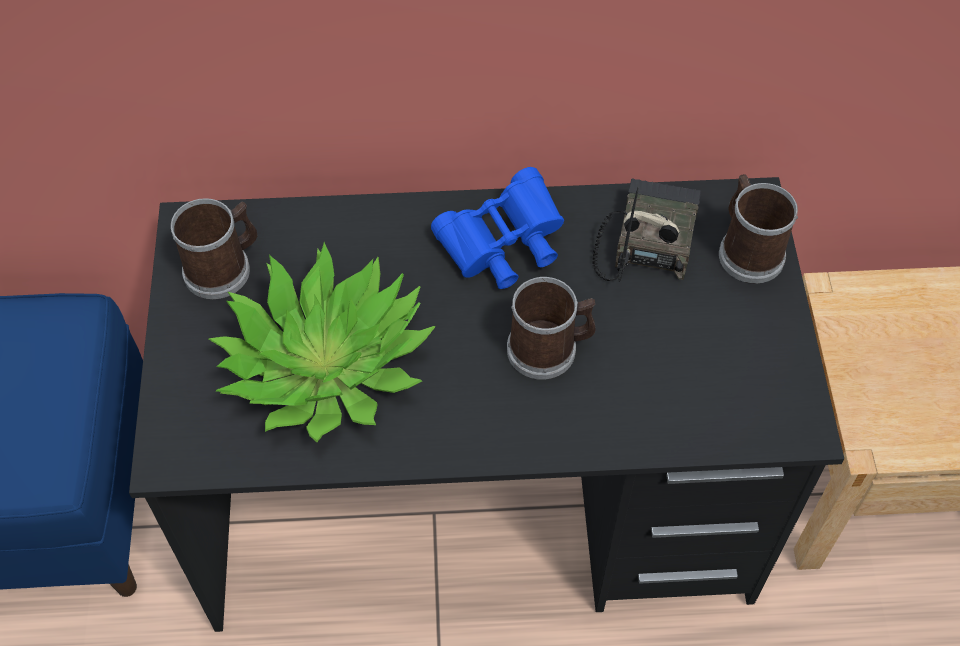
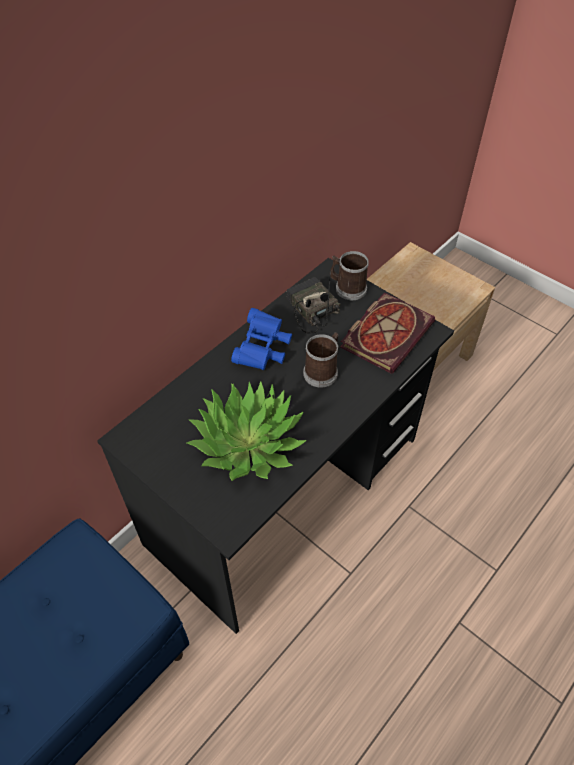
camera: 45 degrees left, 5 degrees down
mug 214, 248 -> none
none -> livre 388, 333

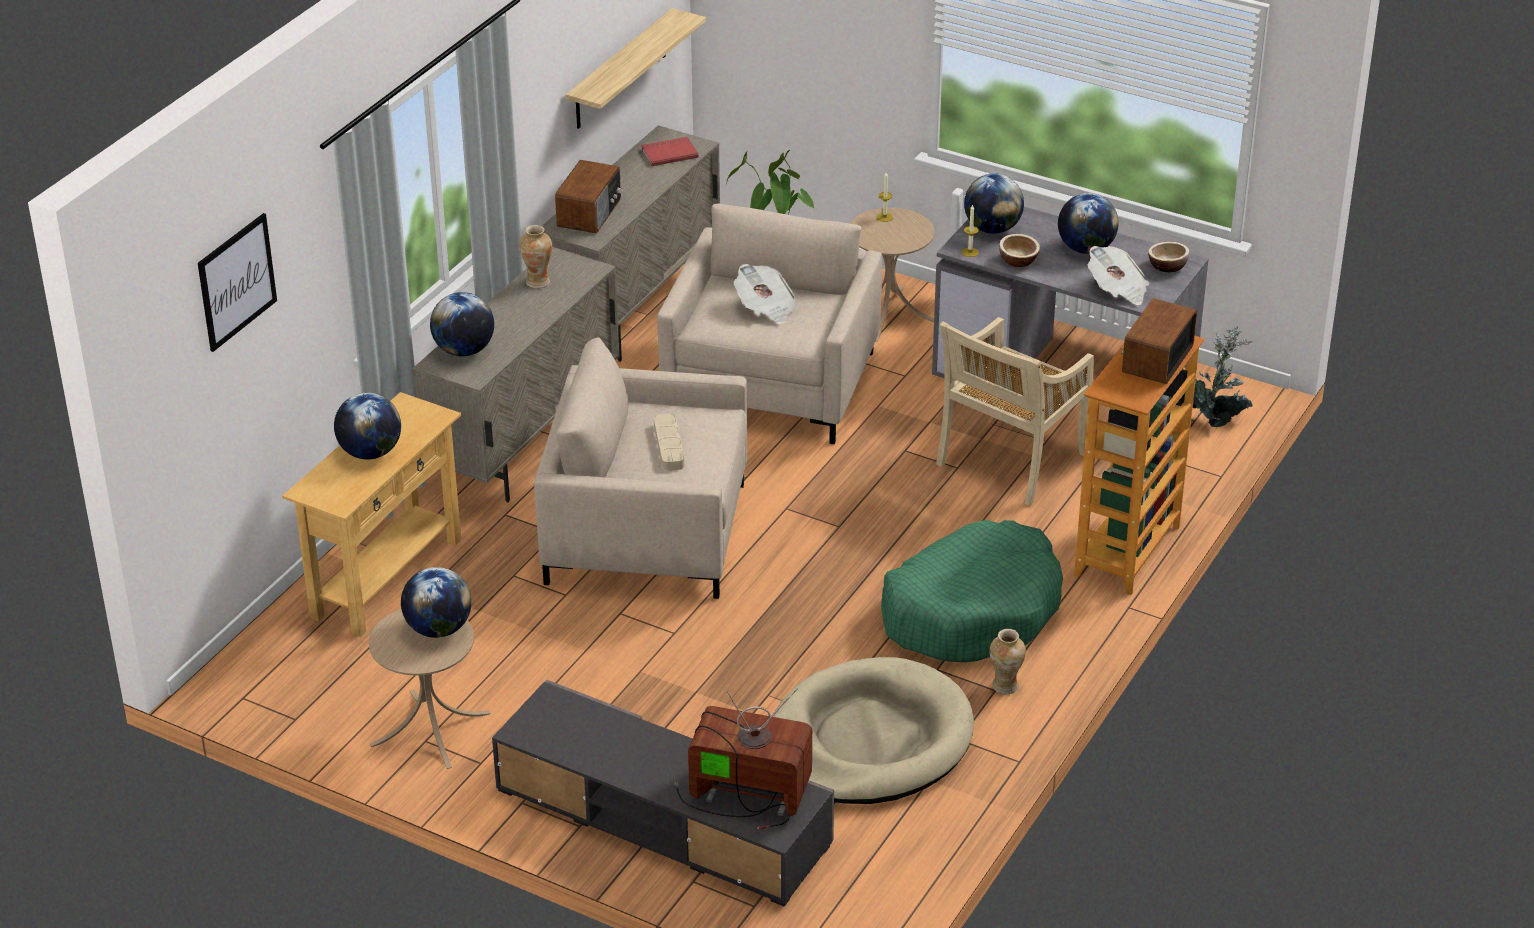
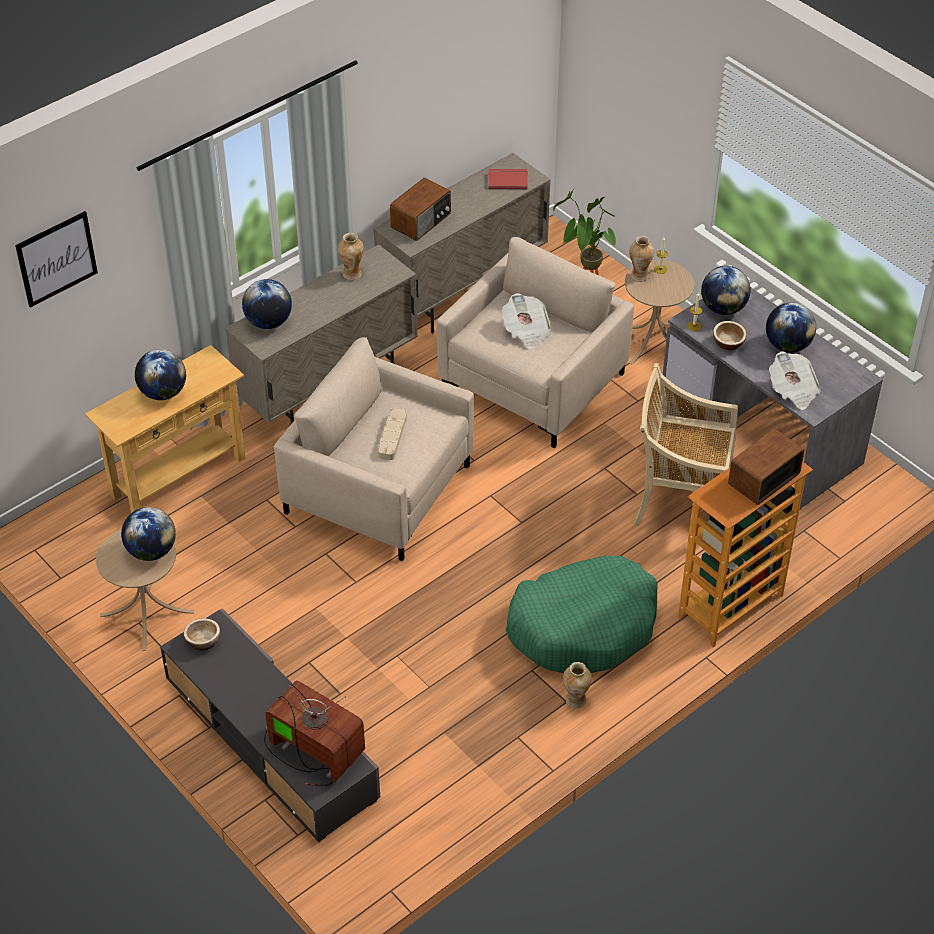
camera: 20 degrees right, 10 degrees up
étagère 636, 68 -> none
bol 1168, 257 -> bol 201, 634, move
chaise/beige 1015, 411 -> chaise/beige 686, 444, 45 degrees clockwise
plante en pot 1223, 376 -> none
panier pour chien/beige 873, 730 -> none
none -> vase 641, 259

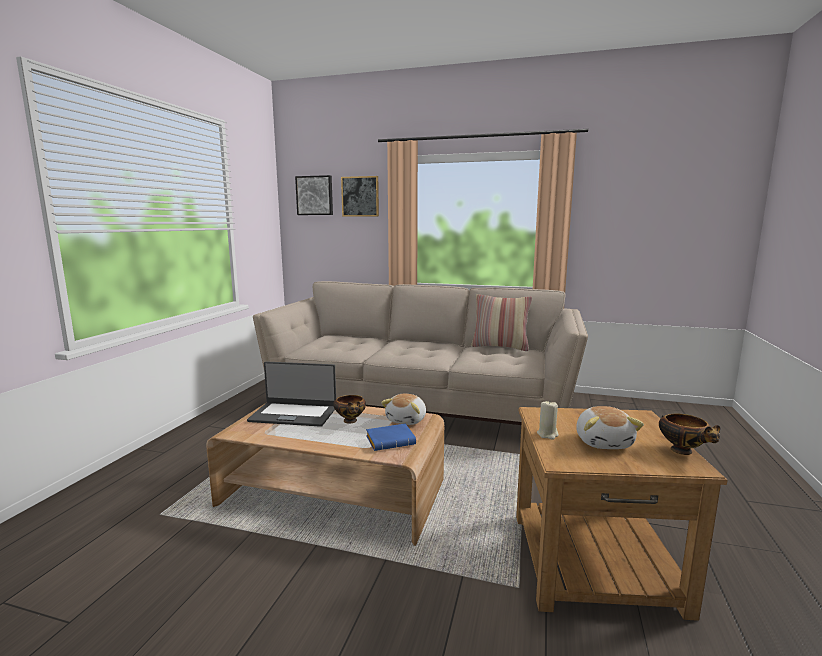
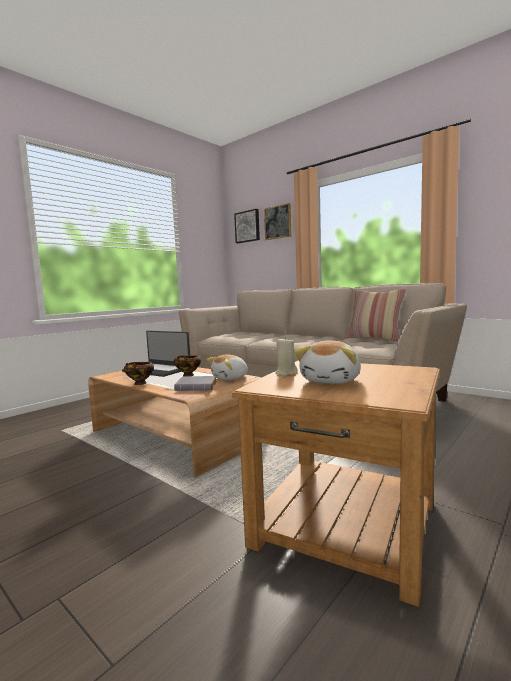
camera: 25 degrees right, 5 degrees down
bol 689, 434 -> bol 139, 373, move
livre/bleu 391, 437 -> livre/gris 195, 383

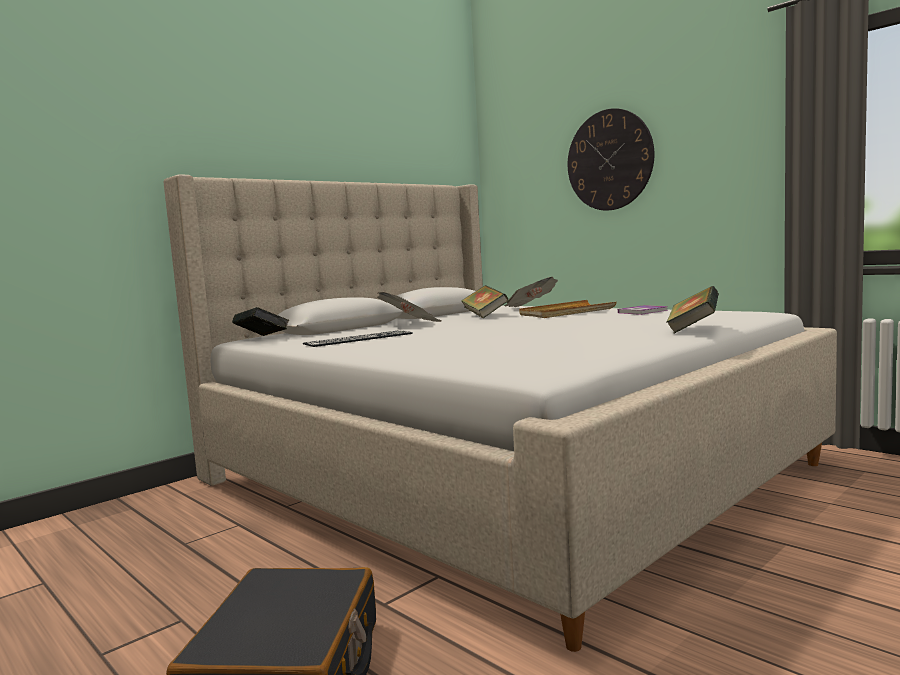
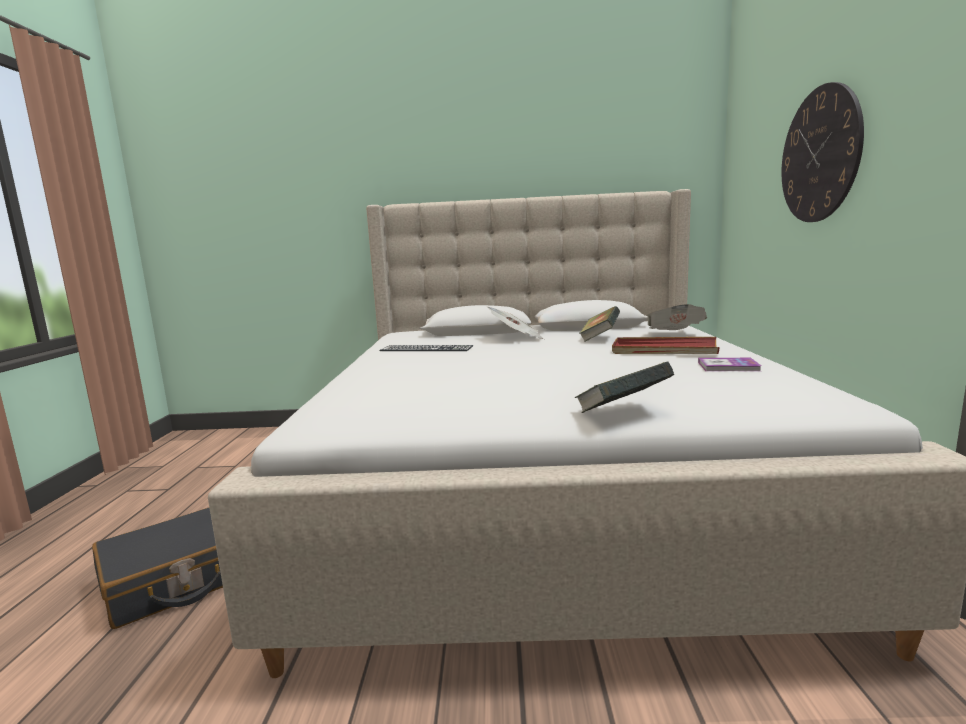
camera: 45 degrees right, 5 degrees up
plateau/beige 568, 309 -> plateau/rouge 665, 345
livre 261, 321 -> none

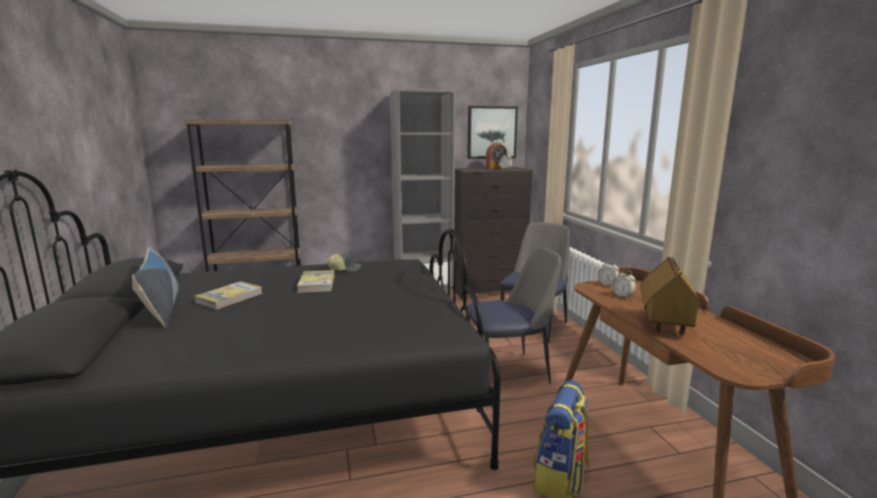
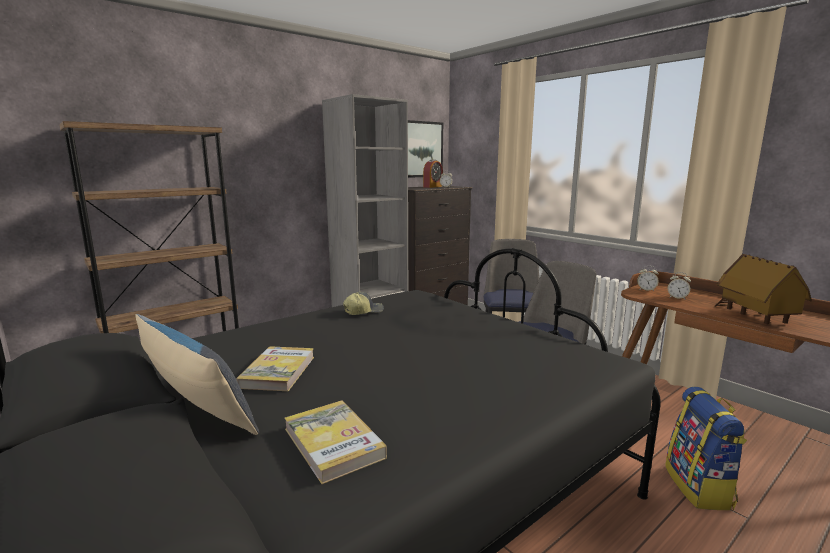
camera: 25 degrees left, 0 degrees up
livre 316, 281 -> livre 335, 442, move

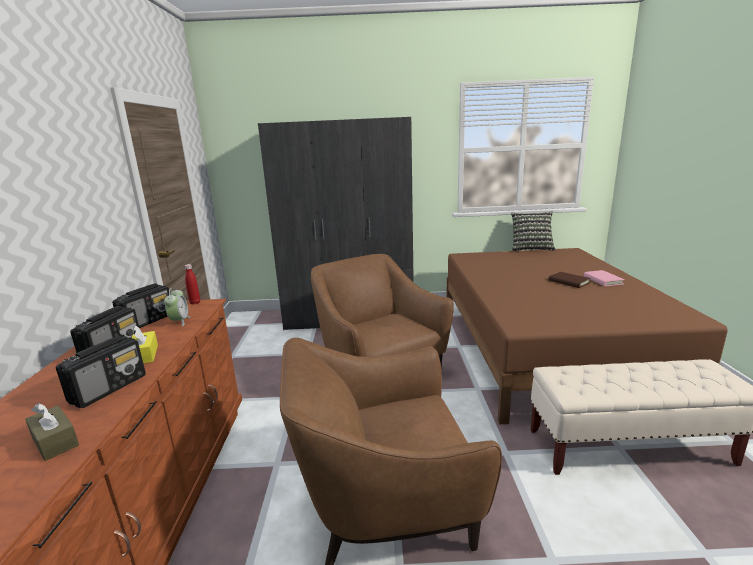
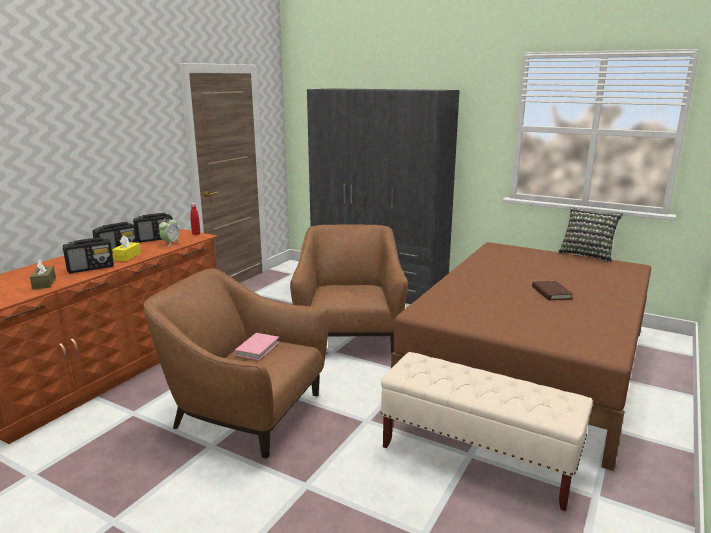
camera: 30 degrees right, 0 degrees up
livre/rose 604, 278 -> livre/rose 256, 346, move

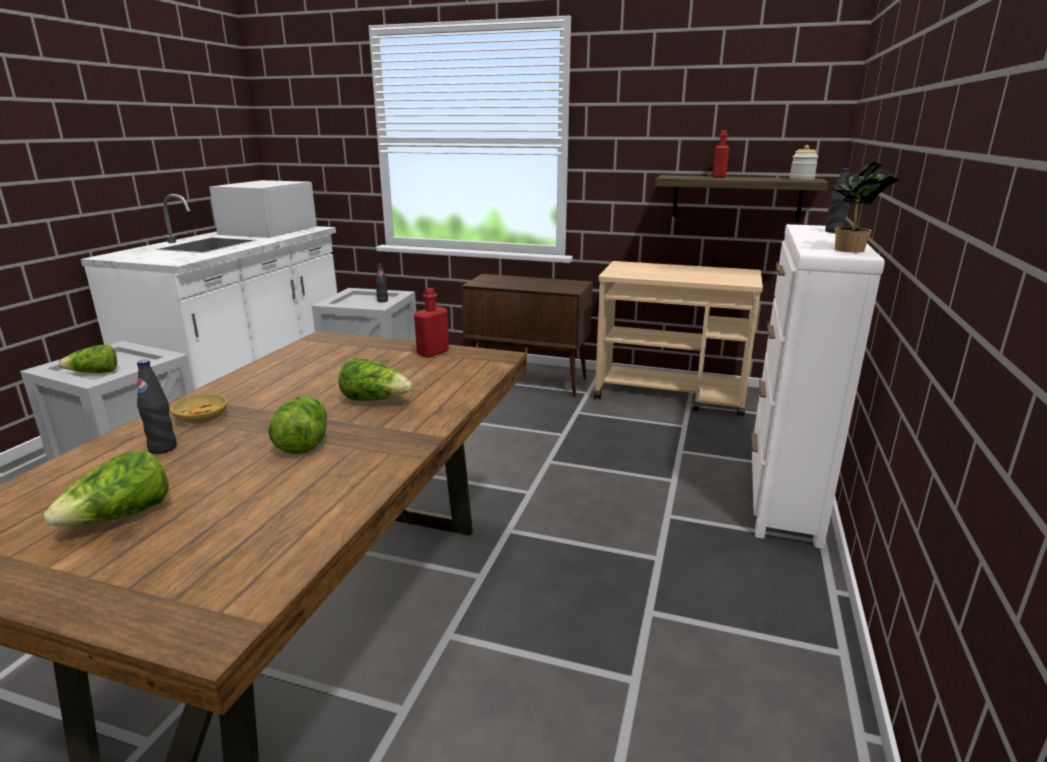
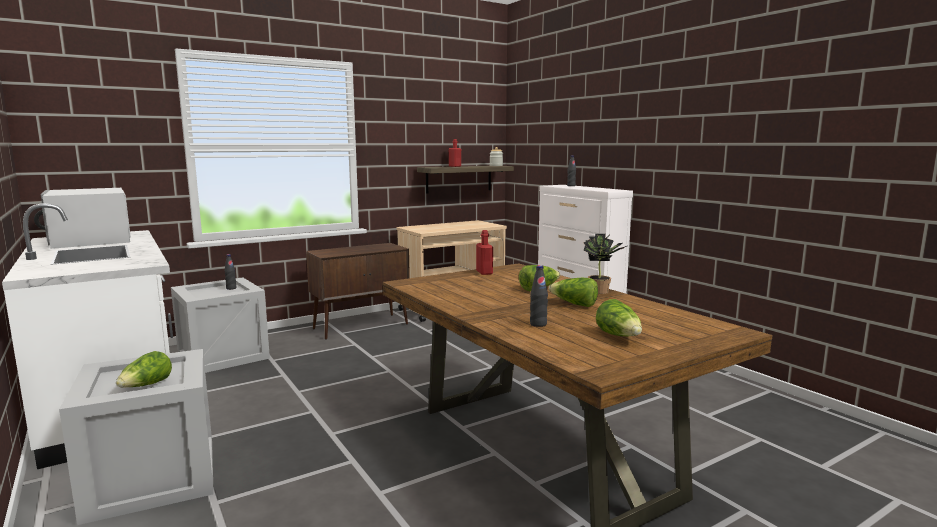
camera: 50 degrees left, 10 degrees down
plante en pot 865, 207 -> plante en pot 605, 264, move
bol/beige 199, 409 -> none

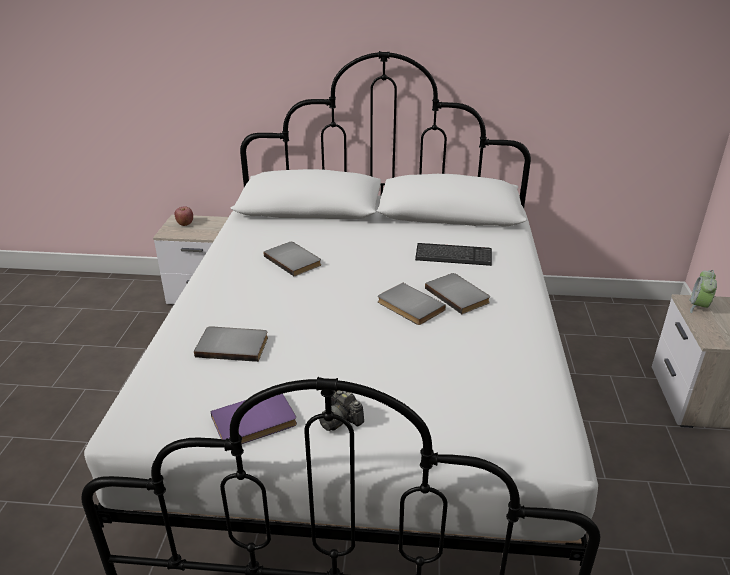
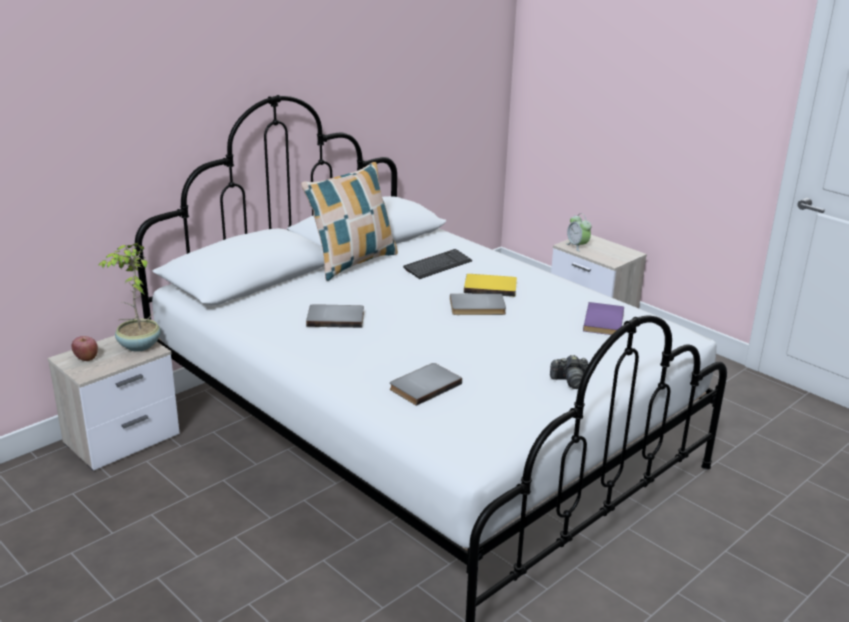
camera: 50 degrees left, 5 degrees down
livre/gris 457, 293 -> livre/jaune 490, 285
livre/violet 253, 419 -> livre/violet 603, 318, move
none -> coussin 349, 221
none -> plante en pot 129, 297

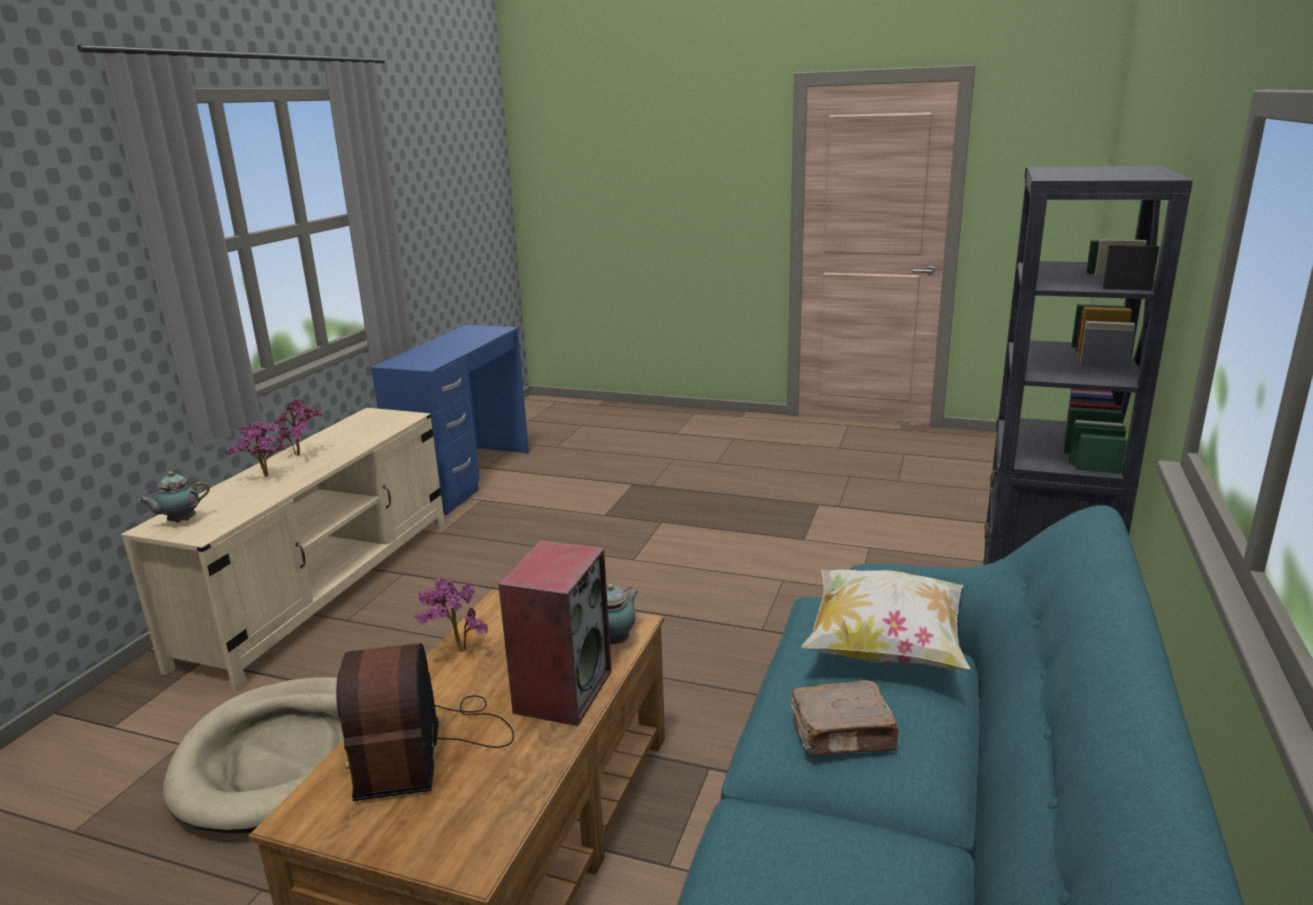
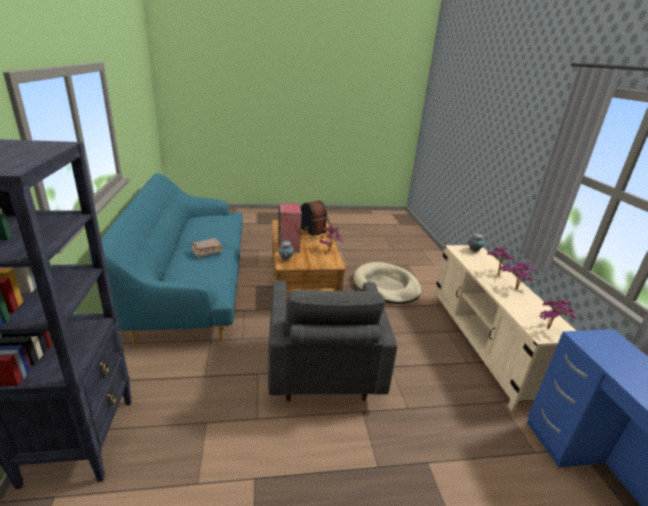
camera: 150 degrees right, 5 degrees up
coussin 886, 619 -> none
none -> fauteuil/gris 333, 340
none -> plante en pot 558, 314

